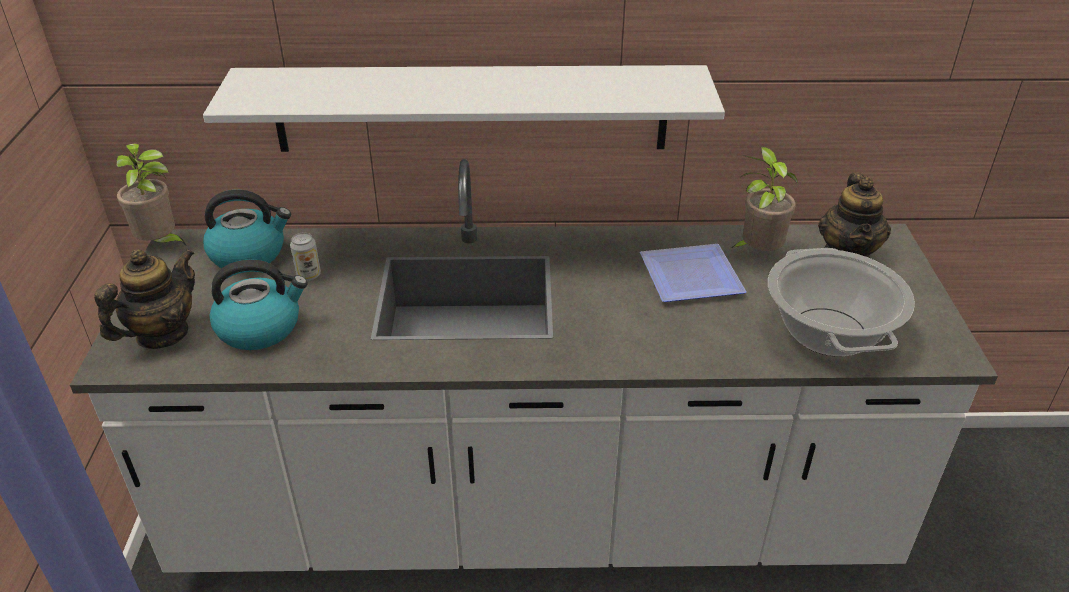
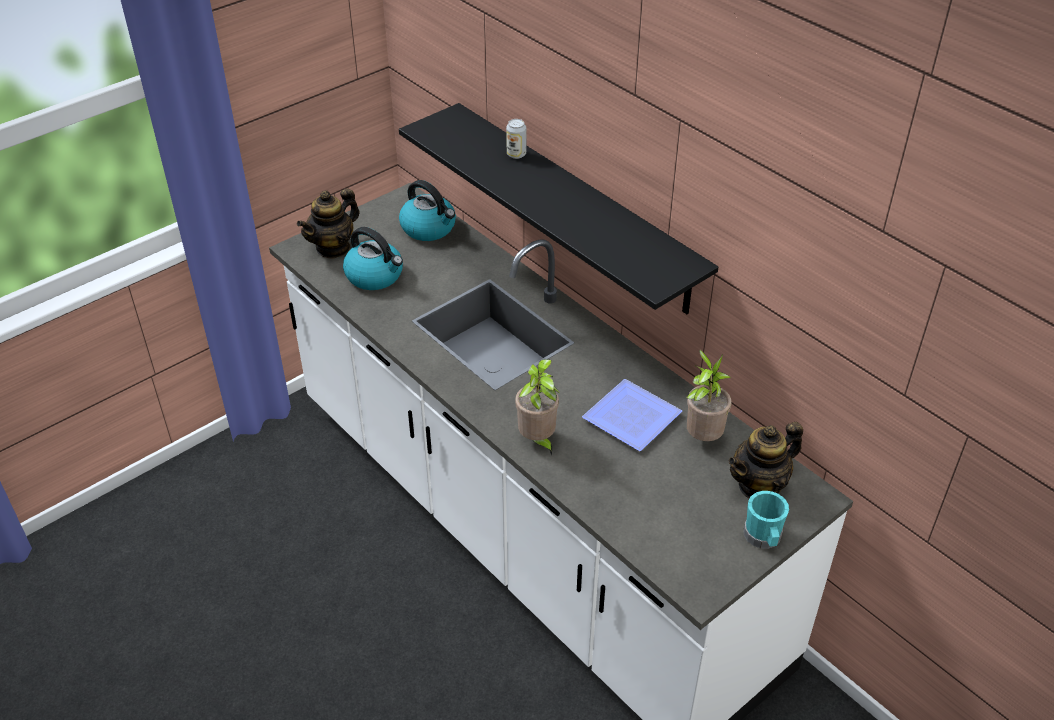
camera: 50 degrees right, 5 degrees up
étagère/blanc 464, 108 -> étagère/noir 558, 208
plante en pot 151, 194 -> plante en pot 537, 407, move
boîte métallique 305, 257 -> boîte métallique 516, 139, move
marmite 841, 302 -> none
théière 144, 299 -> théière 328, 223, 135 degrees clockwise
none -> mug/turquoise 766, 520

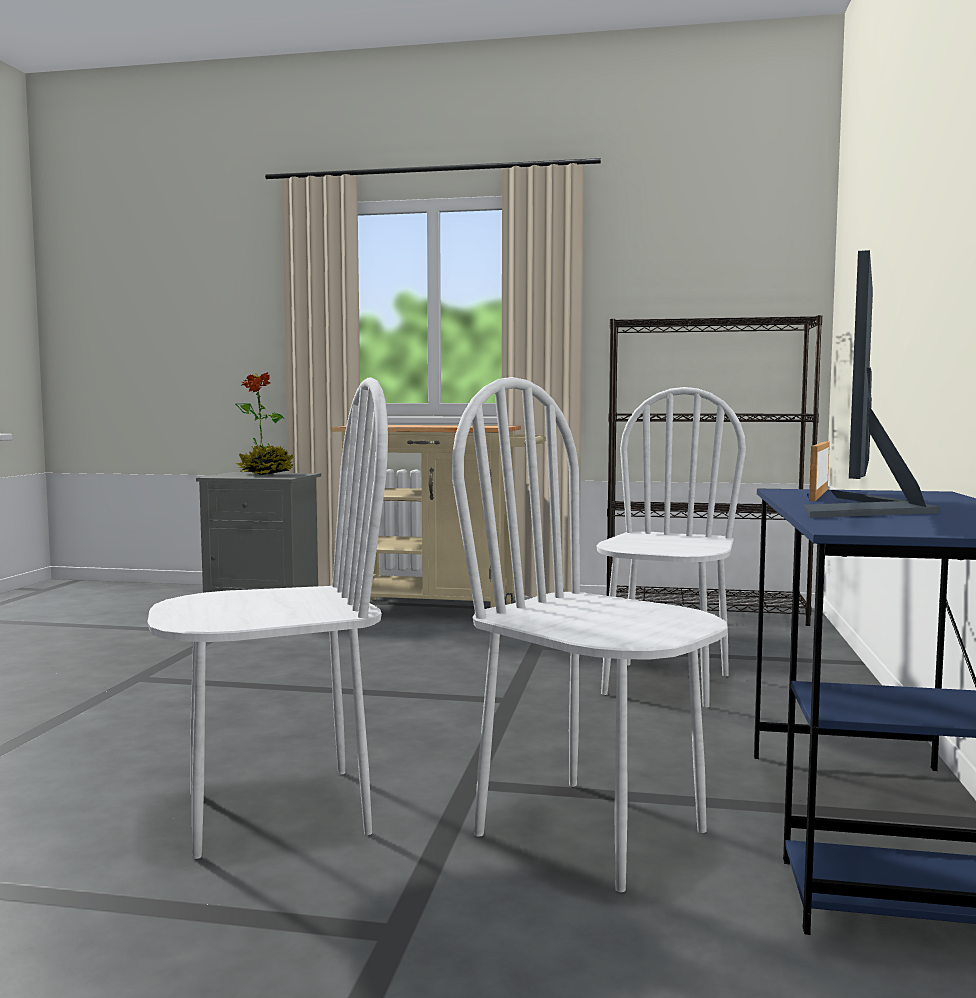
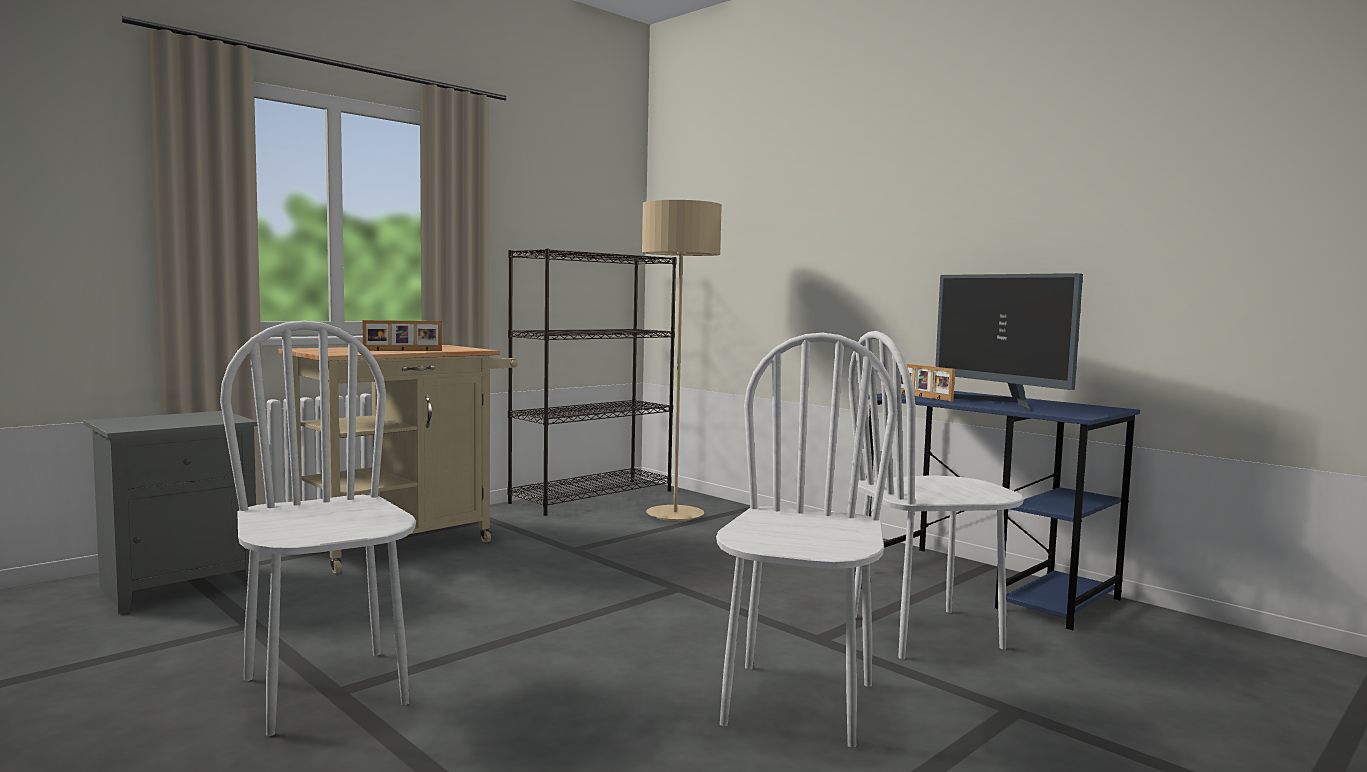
camera: 55 degrees left, 0 degrees up
plante en pot 265, 423 -> none
chaise/blanc 671, 547 -> chaise/blanc 318, 528, move
none -> lampadaire/beige 682, 360
none -> cadre photo 402, 335

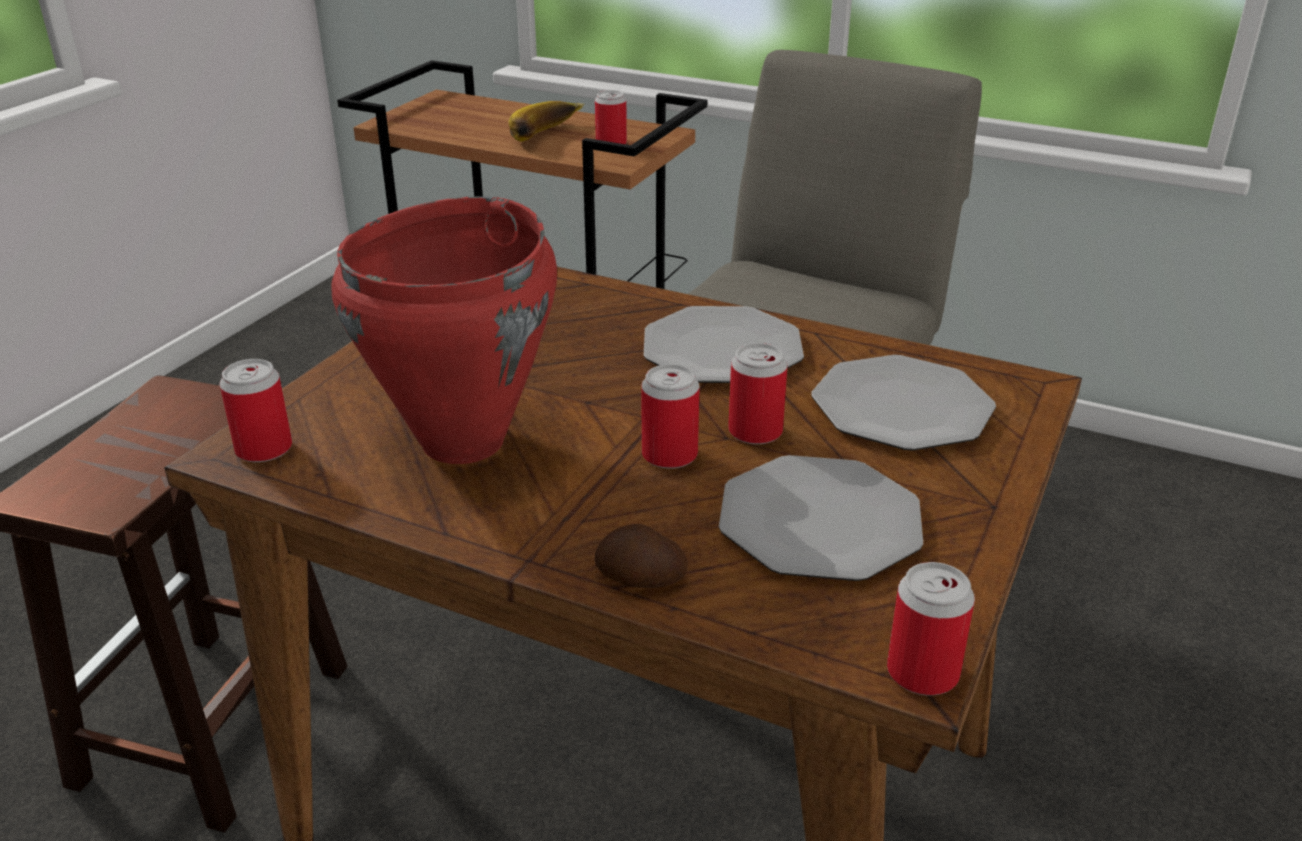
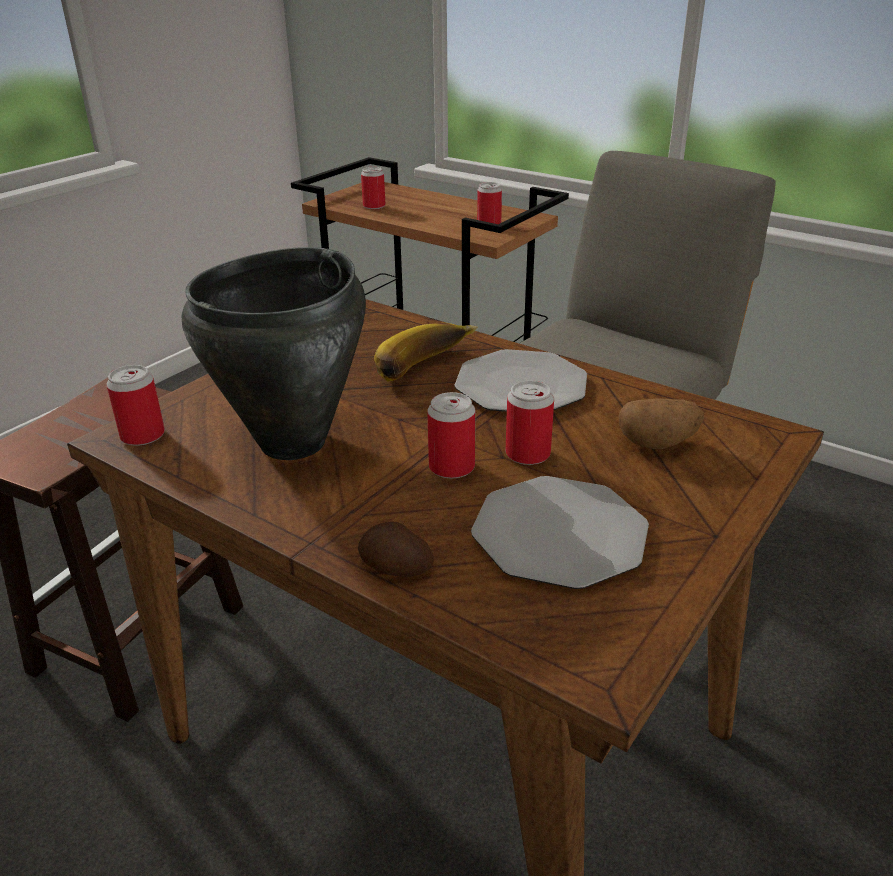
camera: 10 degrees right, 0 degrees up
banane 546, 121 -> banane 426, 352, move
marmite/rouge 444, 330 -> marmite/noir 274, 353
assiette 904, 403 -> pomme de terre 661, 424
boîte métallique 931, 629 -> boîte métallique 373, 188, move

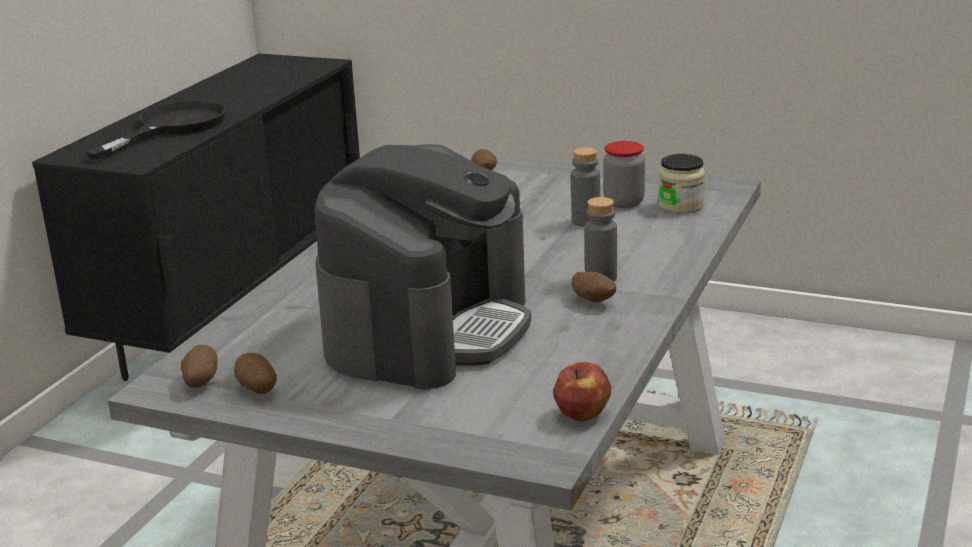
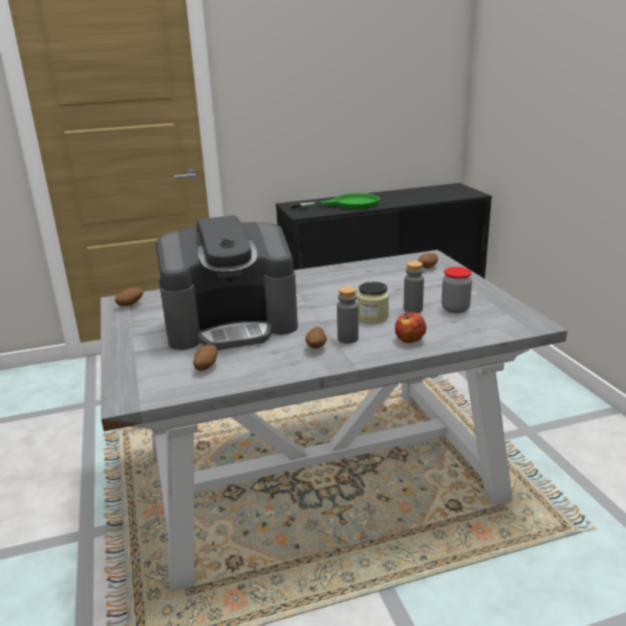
camera: 50 degrees right, 0 degrees up
poêle/noir 156, 129 -> poêle/vert 335, 201
bocal 682, 183 -> bocal 373, 303, move
pomme de terre 255, 373 -> pomme de terre 205, 357, move
pomme 582, 392 -> pomme 411, 327, move

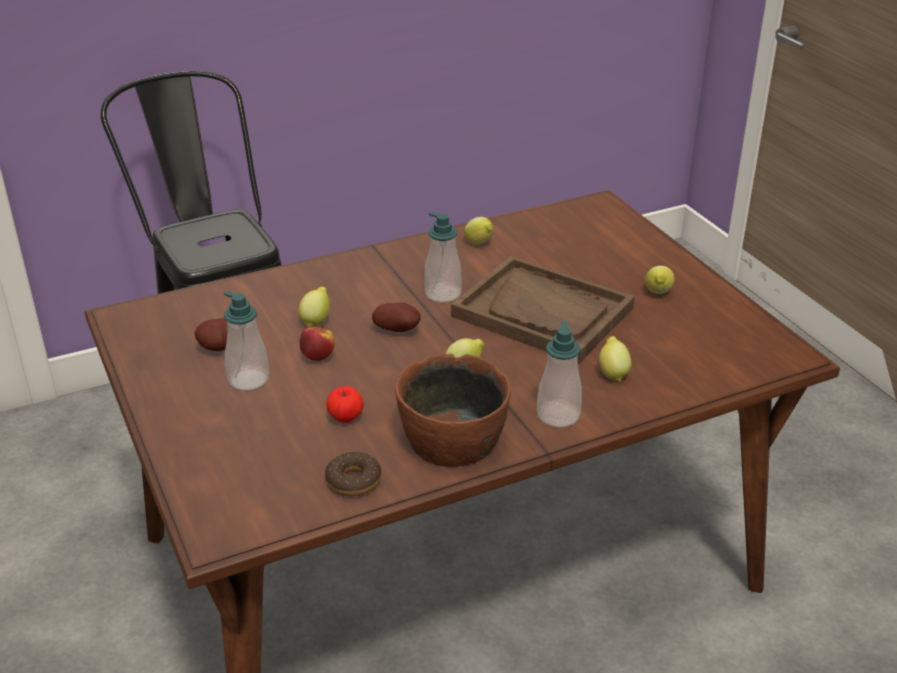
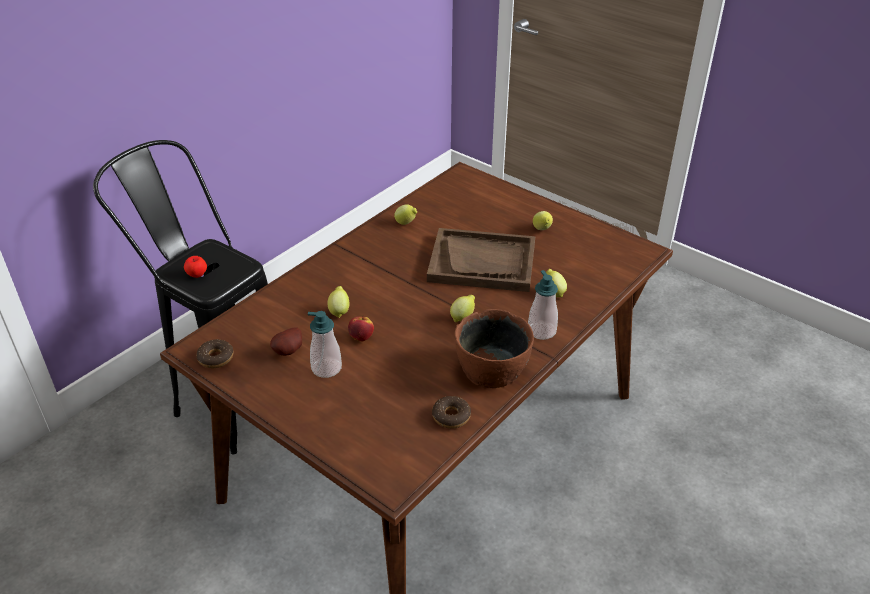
camera: 25 degrees left, 5 degrees up
distributeur de savon 443, 257 -> none
pomme de terre 396, 317 -> none
pomme 345, 404 -> pomme 195, 267, move
none -> beignet 214, 353

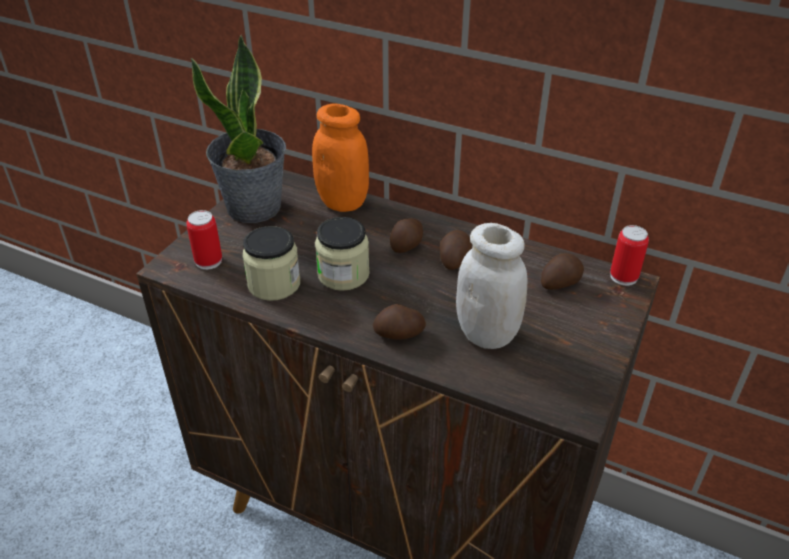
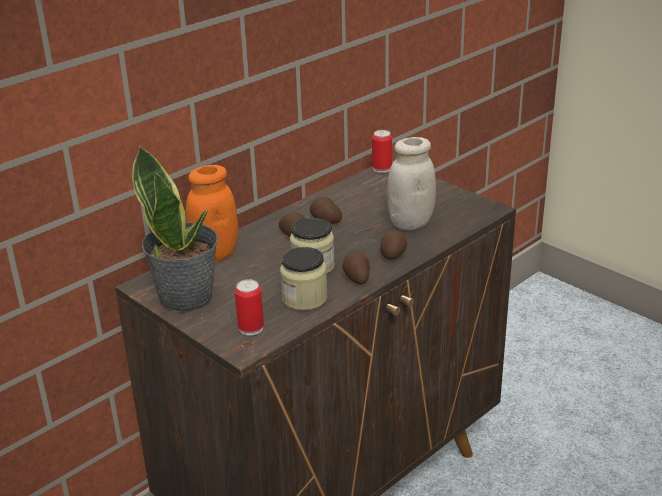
camera: 70 degrees left, 10 degrees down
pomme de terre 562, 271 -> pomme de terre 356, 267, move

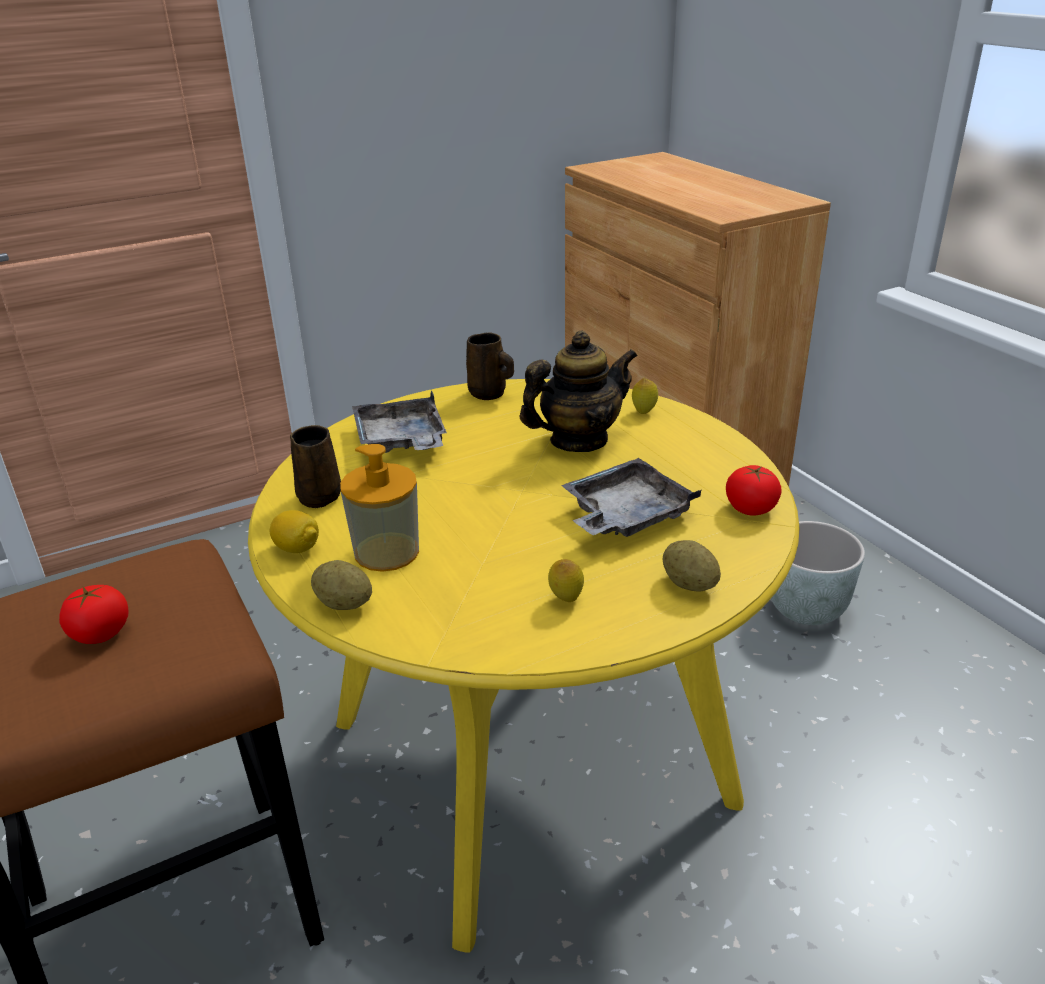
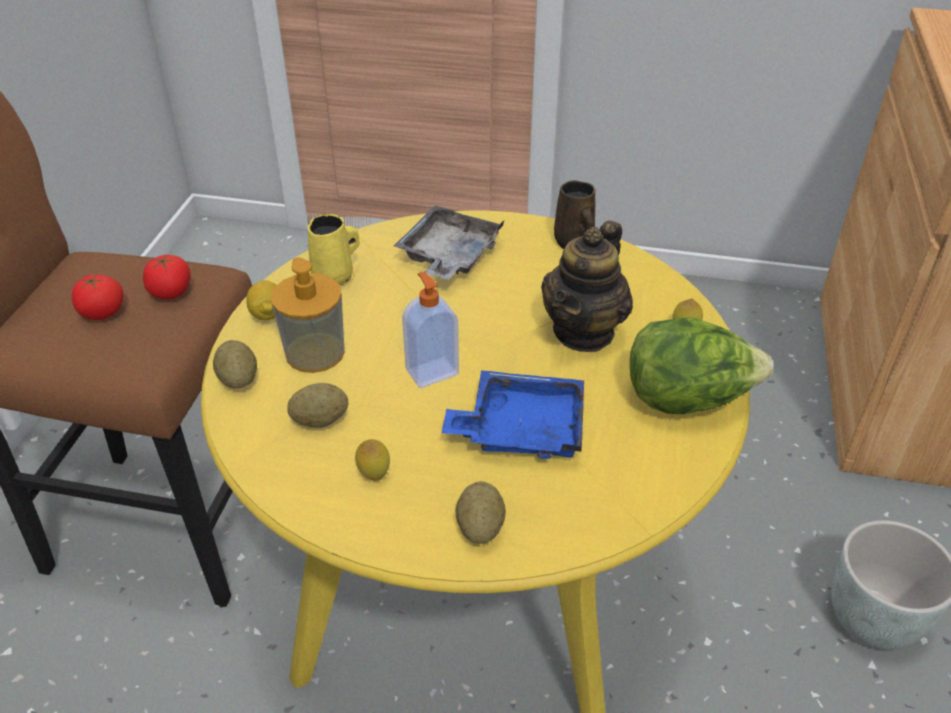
camera: 40 degrees right, 10 degrees up
théière 579, 391 -> théière 587, 286, 105 degrees clockwise
mug/marron 315, 466 -> mug/jaune 333, 250
plateau/gris 631, 497 -> plateau/bleu 513, 414
tomate 754, 490 -> tomate 167, 277, move
none -> distributeur de savon 430, 330
none -> laitue 702, 366
none -> pomme de terre 317, 405

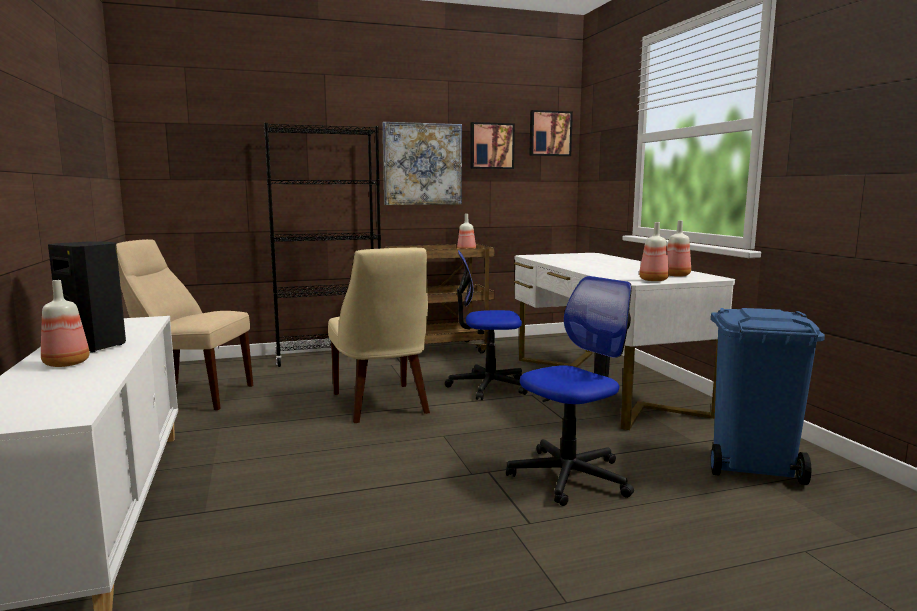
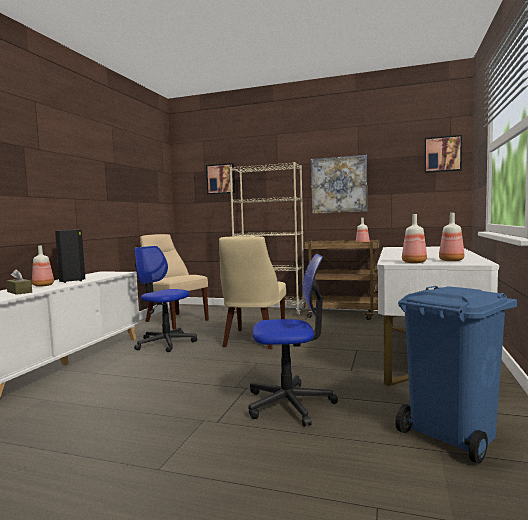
camera: 35 degrees right, 5 degrees down
tableau 492, 145 -> tableau 220, 178, move
bibliothèque/noir 322, 245 -> bibliothèque/beige 267, 238
chaise de bureau 486, 325 -> chaise de bureau 165, 299, move
none -> boîte à mouchoirs/marron 19, 282

